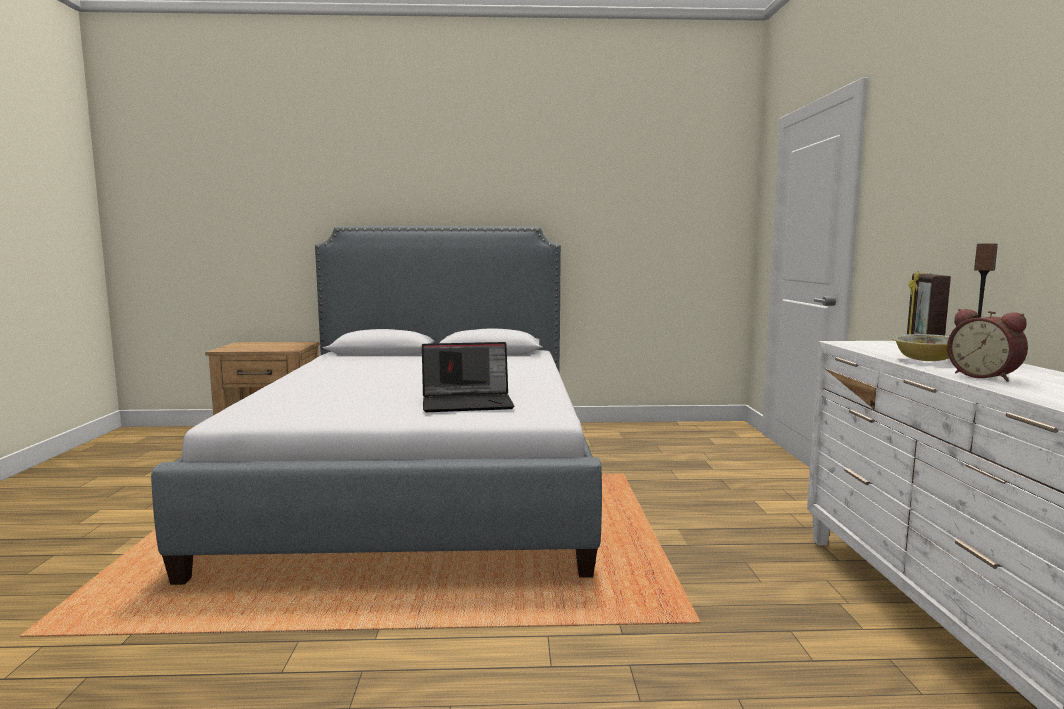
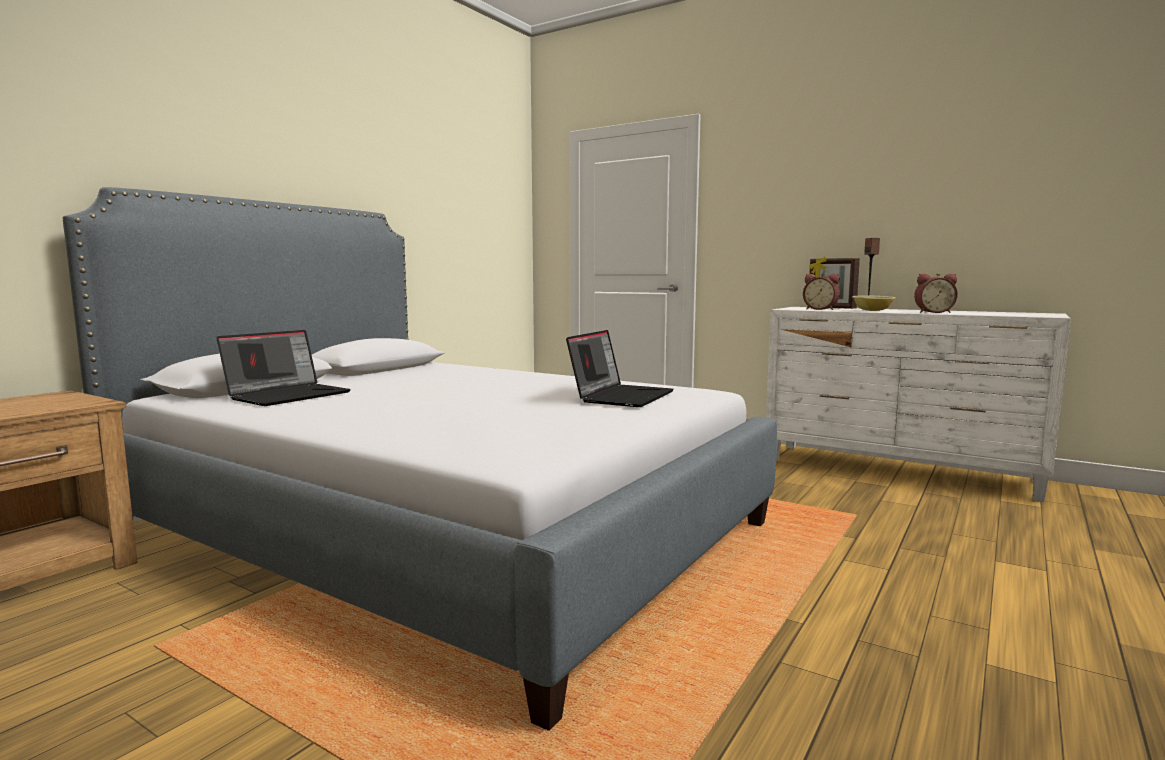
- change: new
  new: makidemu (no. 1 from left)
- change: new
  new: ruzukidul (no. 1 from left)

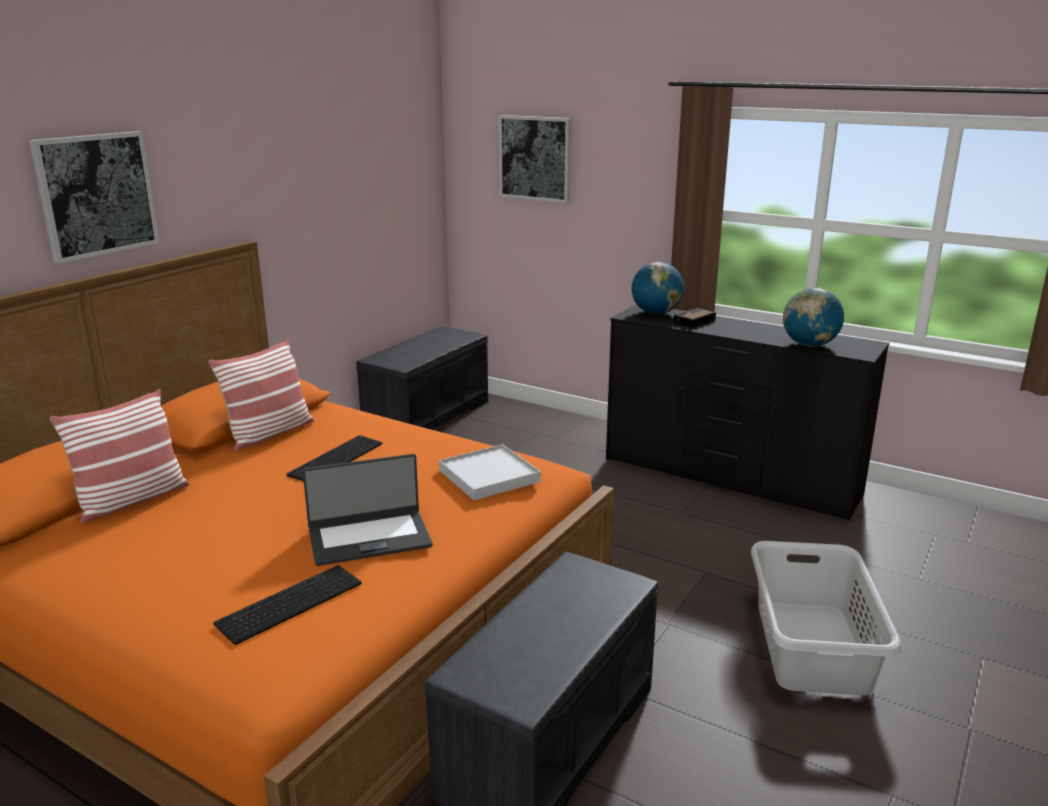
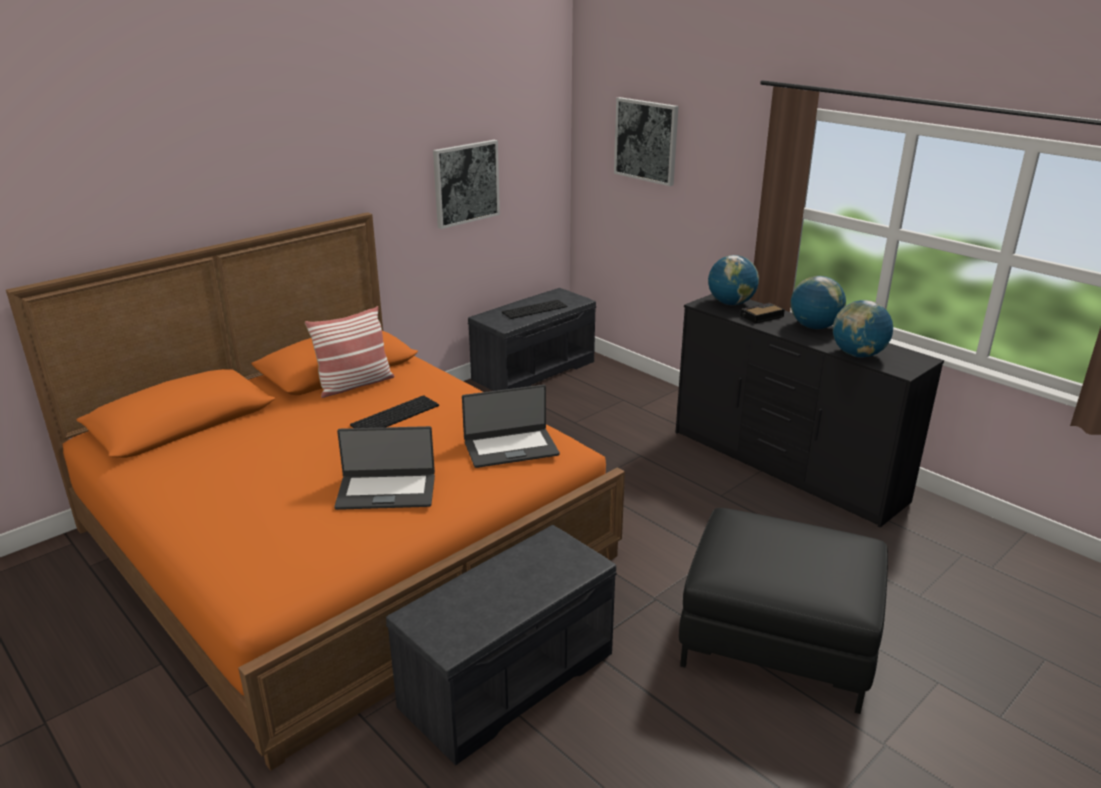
- change: shifted
  old: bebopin (no. 1 from left)
- change: gone
  old: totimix (no. 1 from left)
- change: swapped
  old: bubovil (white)
  new: ruzukidul (no. 2 from left)
- change: swapped
  old: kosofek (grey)
  new: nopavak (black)
- change: shifted
  old: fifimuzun (no. 1 from left in the first image)
  new: fifimuzun (no. 2 from left)
- change: new
  new: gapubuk (no. 2 from left)

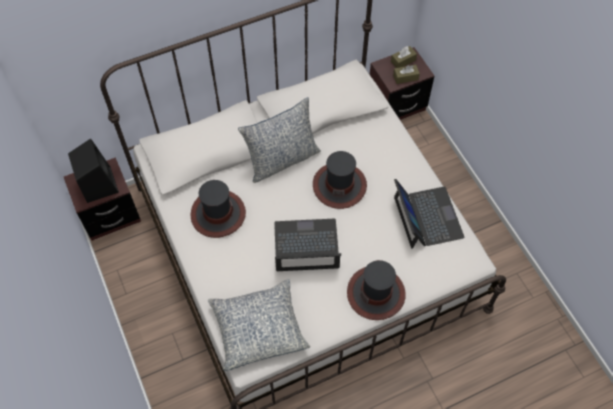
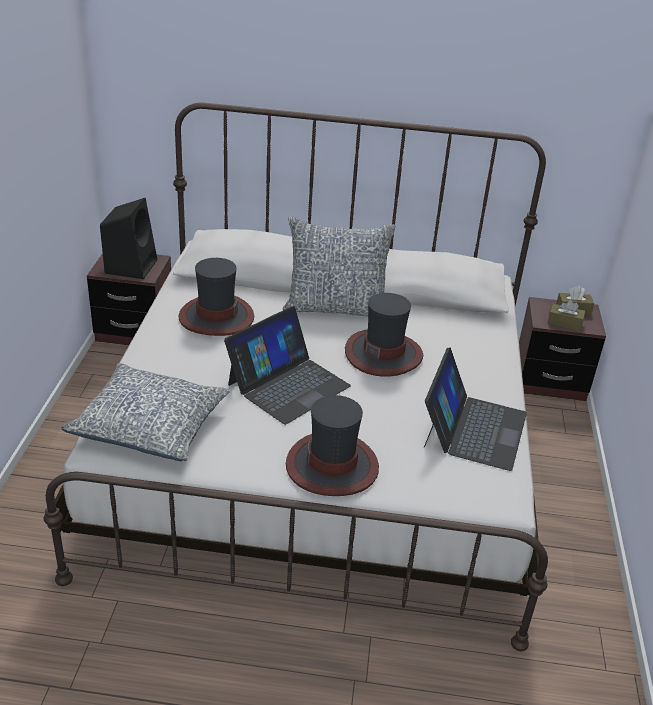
- change: rotated
  old: ruzukidul (no. 1 from left)
  degrees: 105

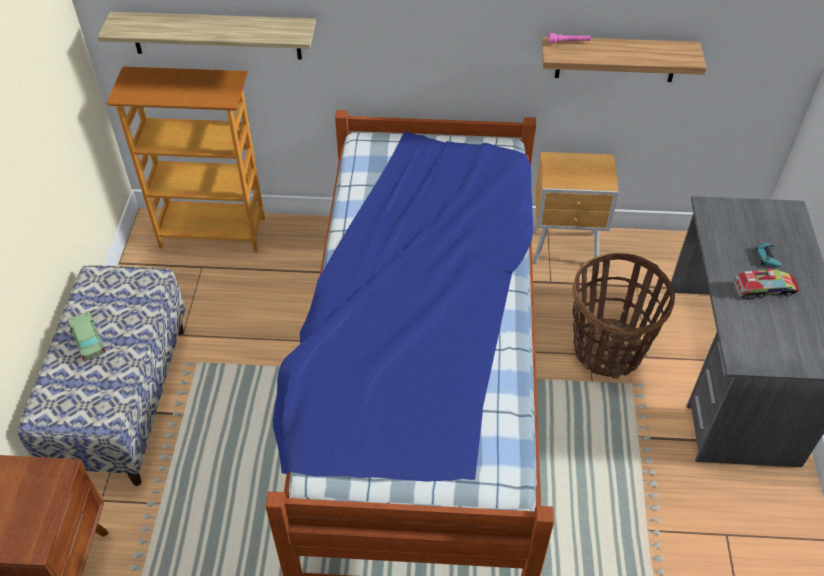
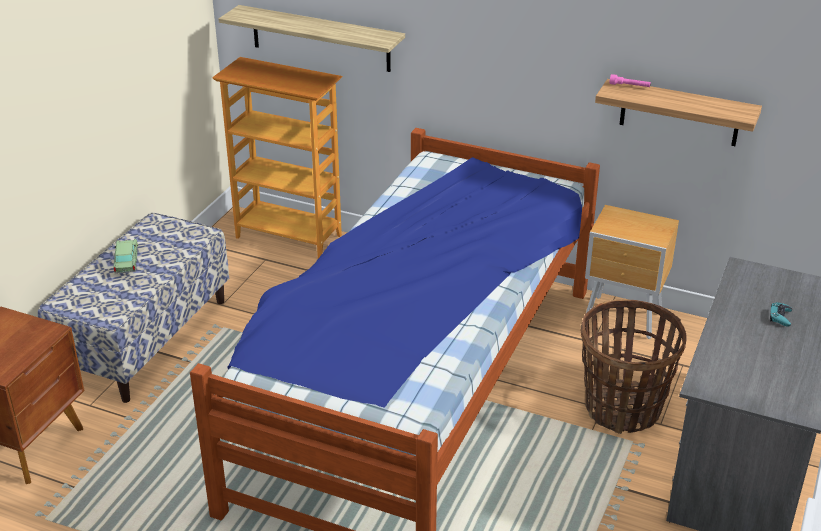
- change: gone
  old: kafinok

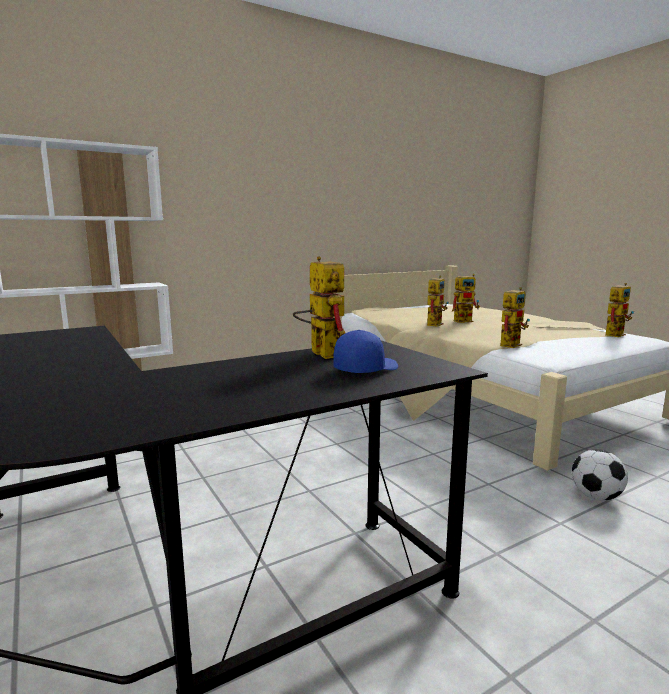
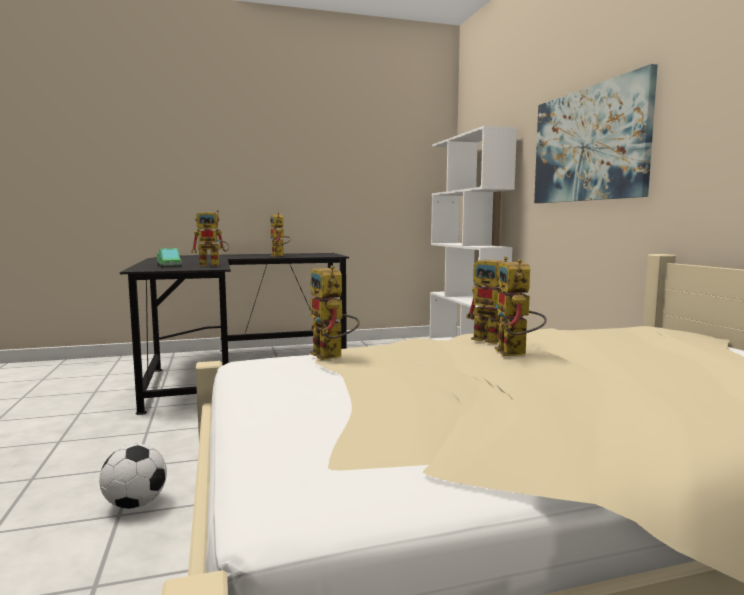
- change: shifted
  old: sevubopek (no. 5 from left in the first image)
  new: sevubopek (no. 2 from left)
- change: swapped
  old: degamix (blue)
  new: kafinok
- change: new
  new: bebopin

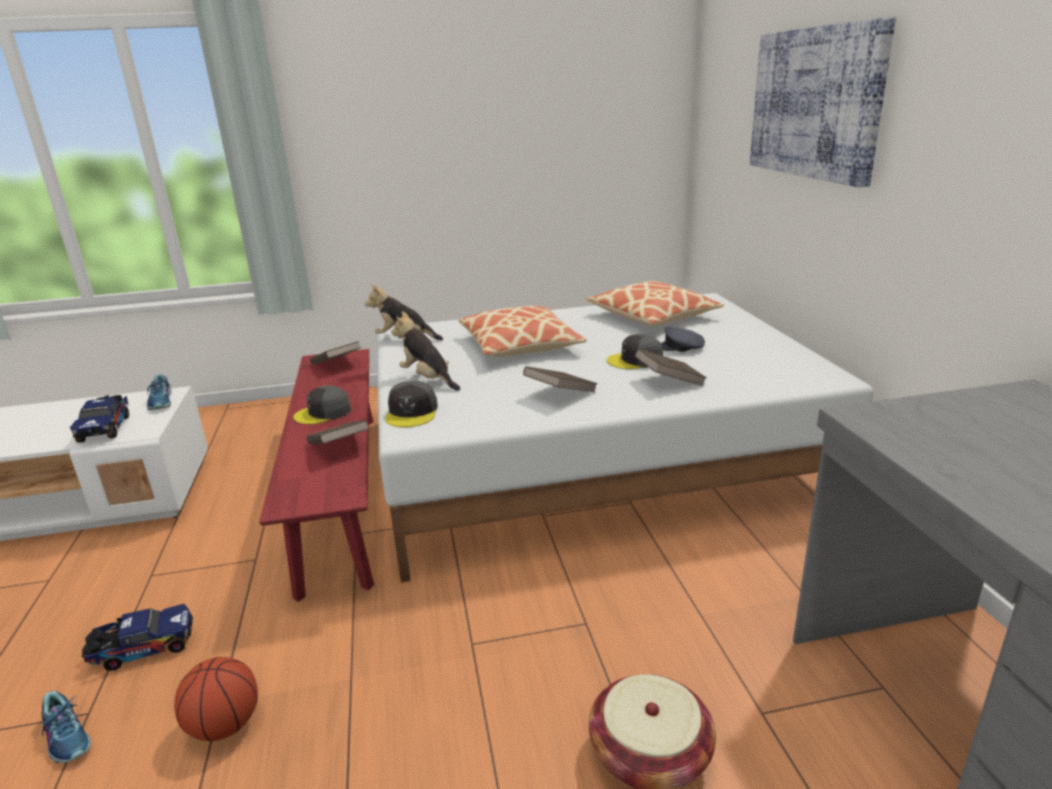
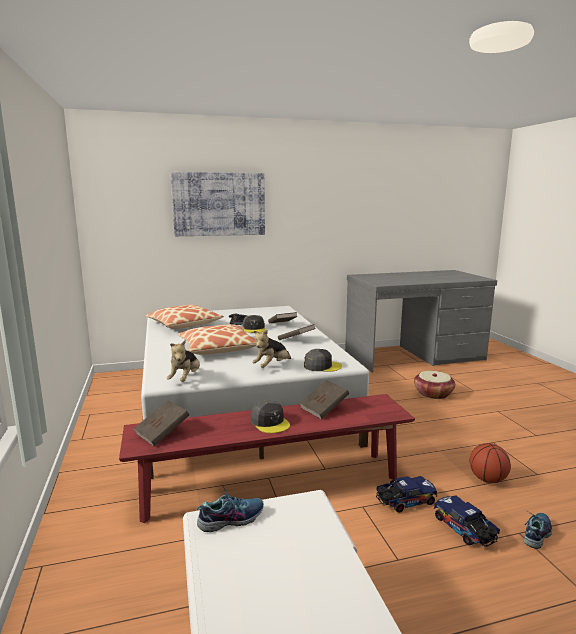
- change: shifted
  old: kafinok (no. 1 from left)

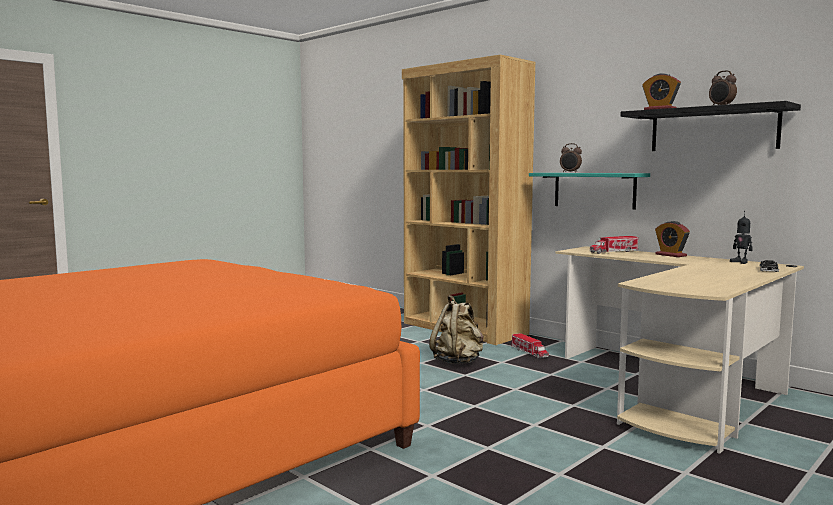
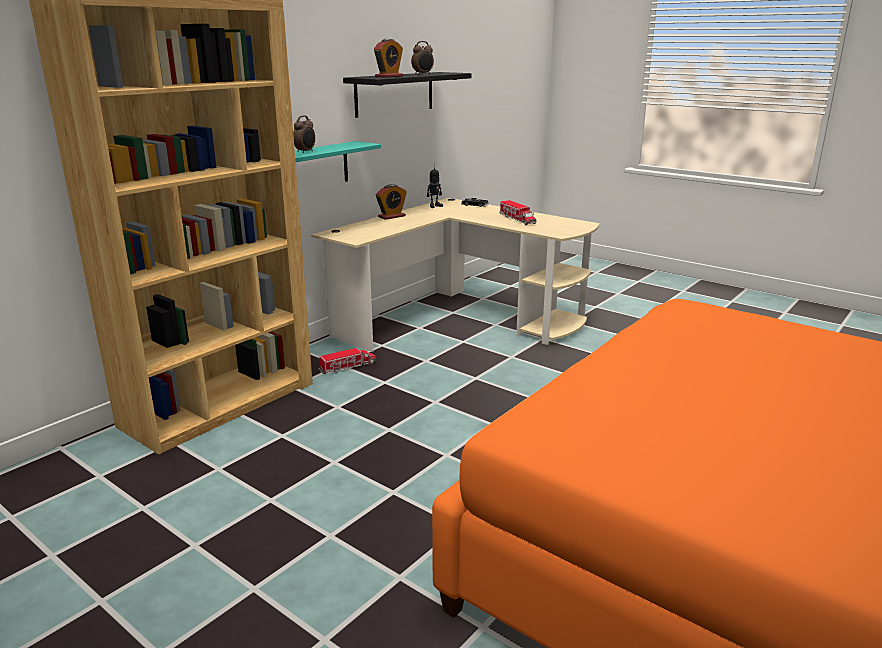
- change: shifted
  old: kafinok (no. 2 from left)
- change: gone
  old: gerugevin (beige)

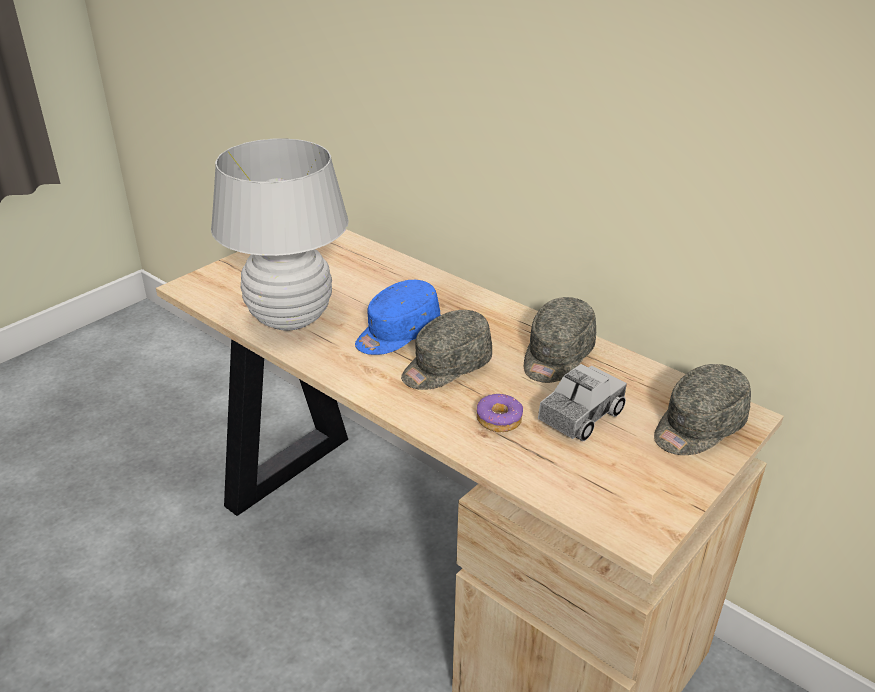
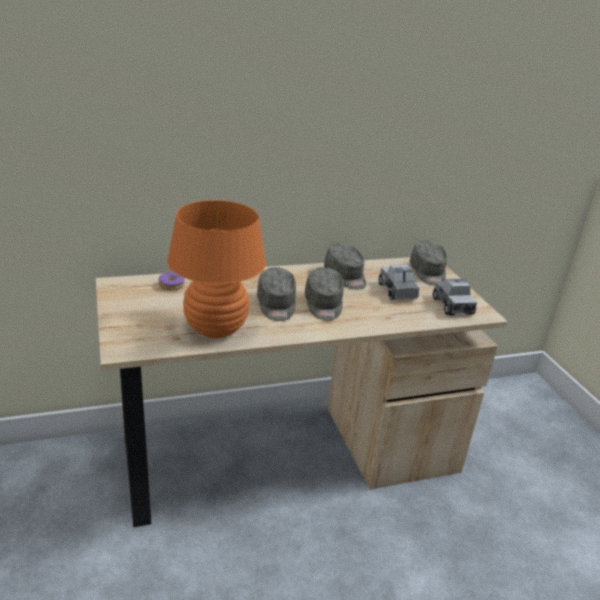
- change: repainted
  old: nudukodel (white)
  new: nudukodel (orange)
- change: repainted
  old: degamix (blue)
  new: degamix (grey) (no. 1 from left)
- change: shifted
  old: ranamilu
- change: new
  new: kafinok (no. 2 from left)

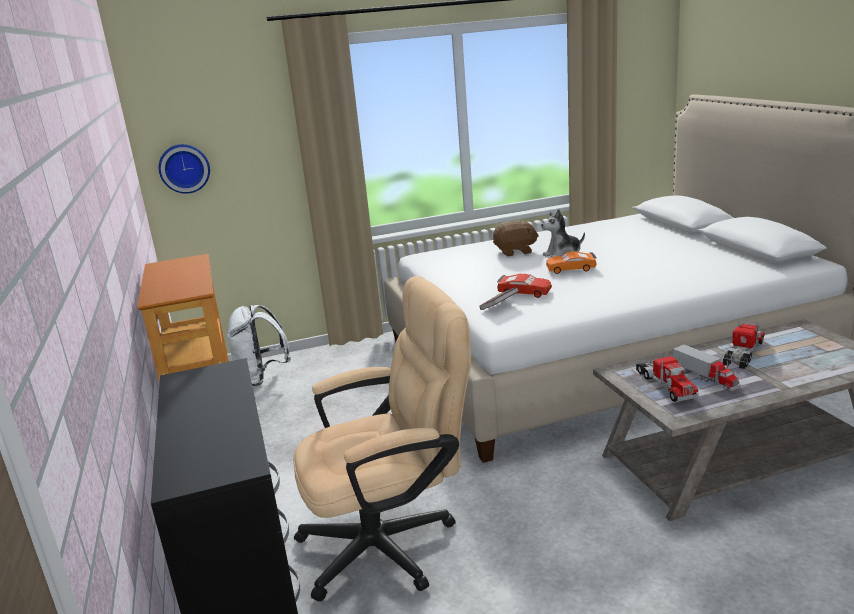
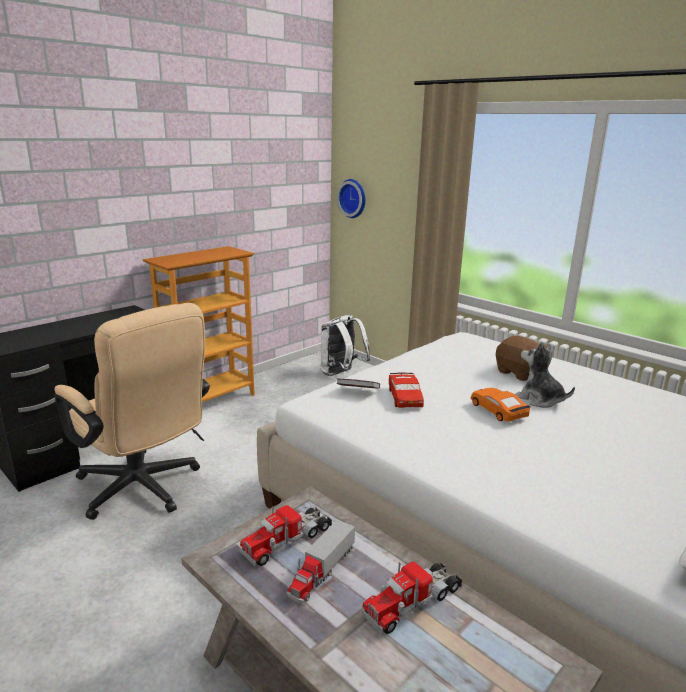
- change: rotated
  old: kafinok (no. 3 from left)
  degrees: 135

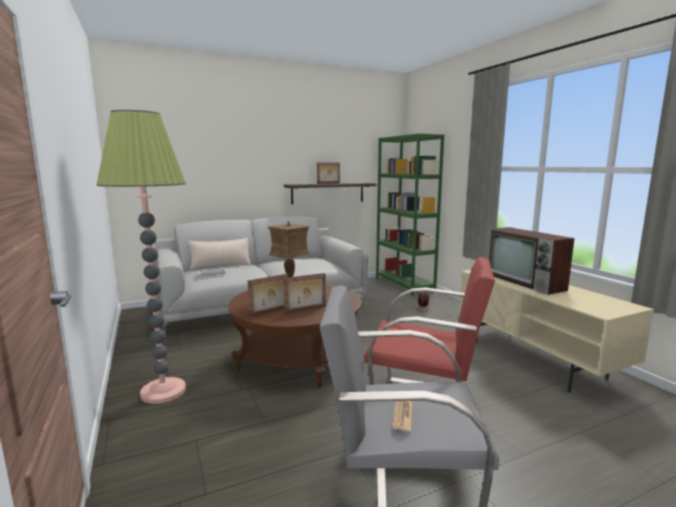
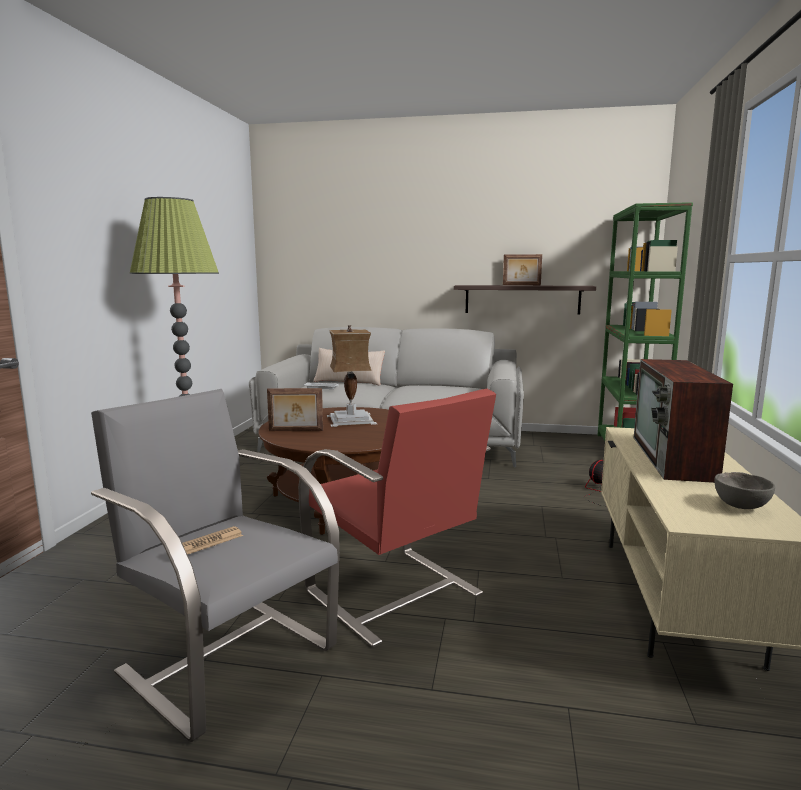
- change: gone
  old: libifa (no. 2 from left)
- change: new
  new: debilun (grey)

